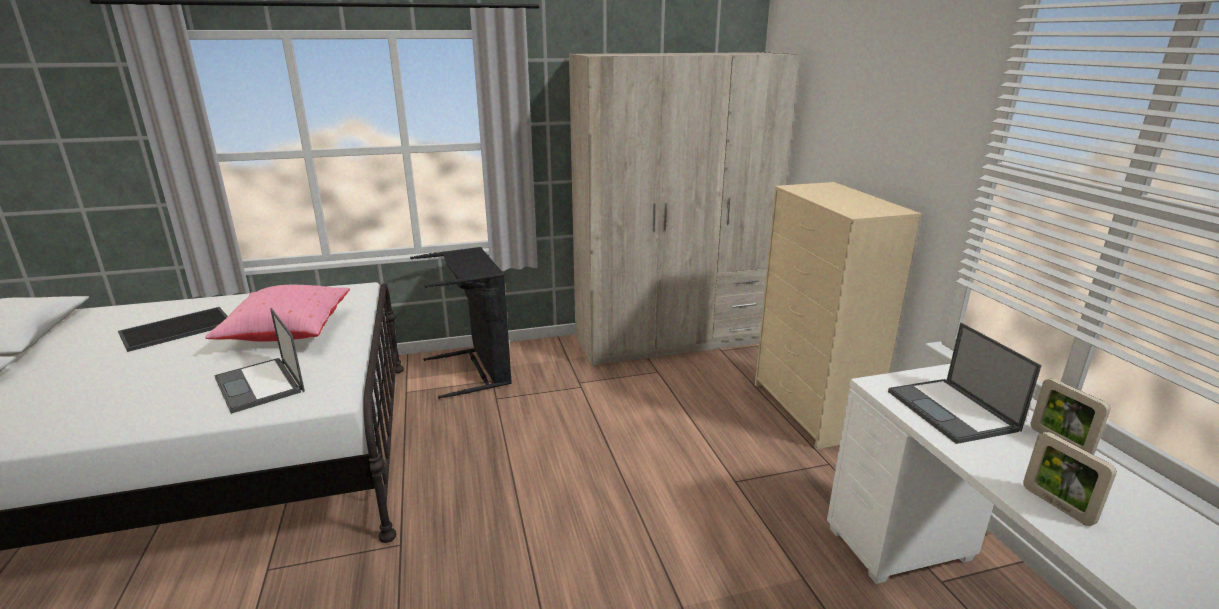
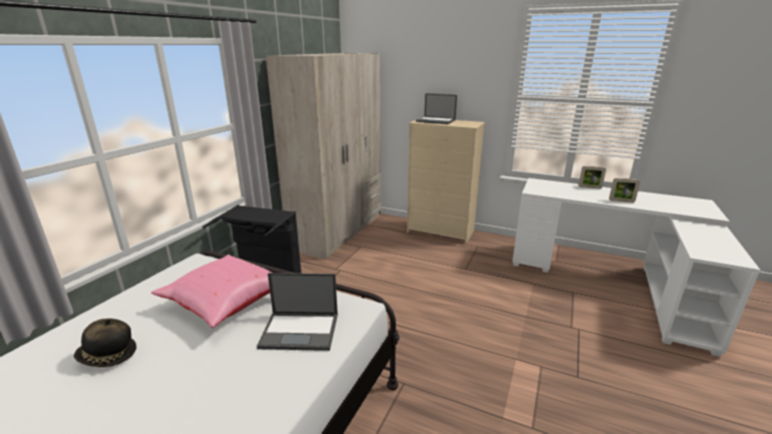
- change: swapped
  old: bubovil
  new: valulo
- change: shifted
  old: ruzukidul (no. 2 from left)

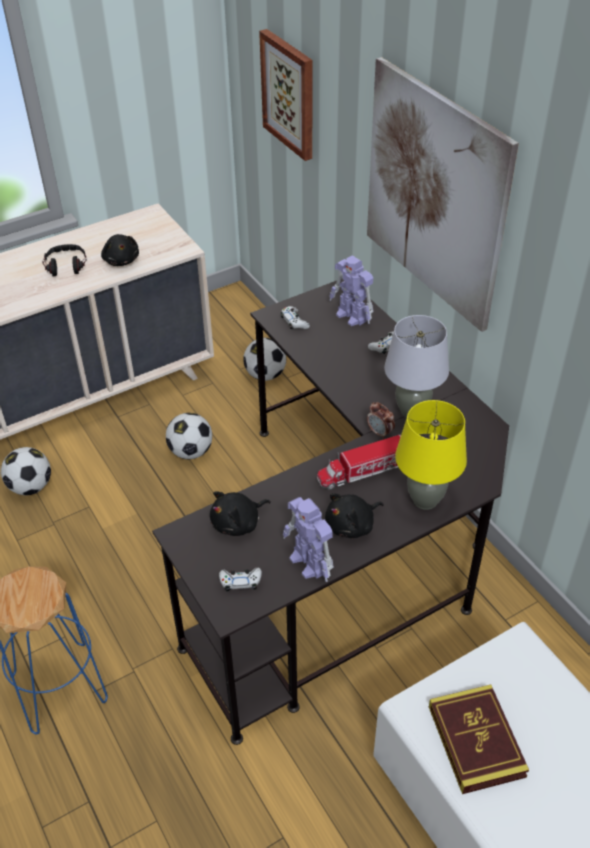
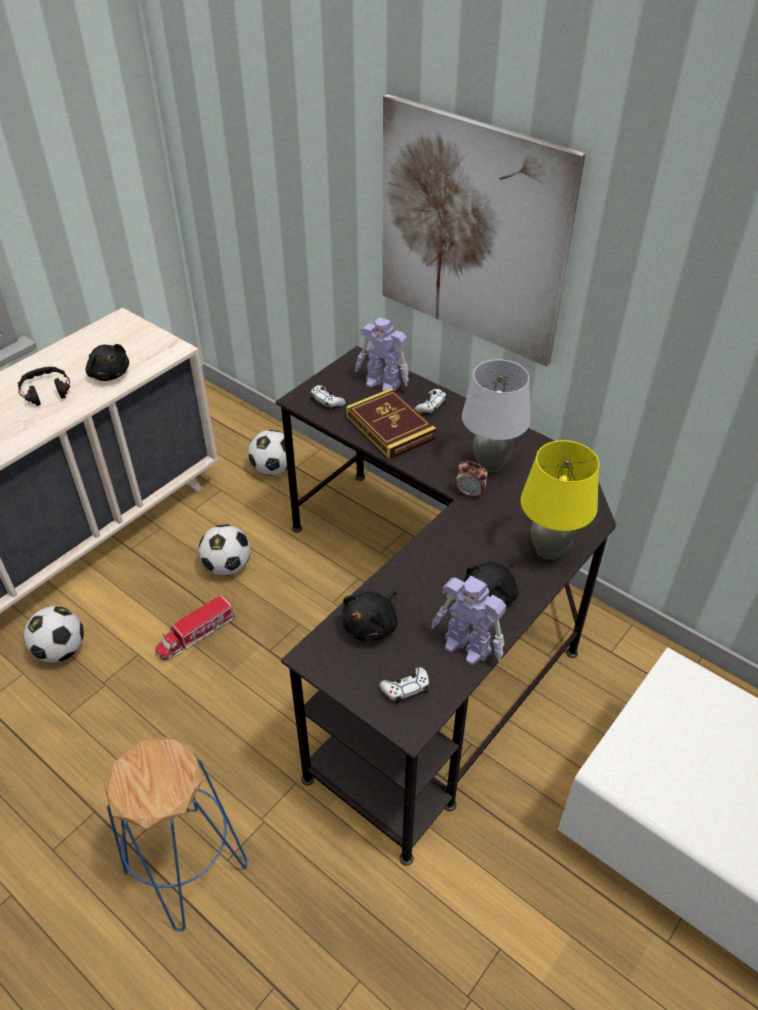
- change: gone
  old: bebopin (no. 1 from left)
- change: shifted
  old: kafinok
- change: shifted
  old: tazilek

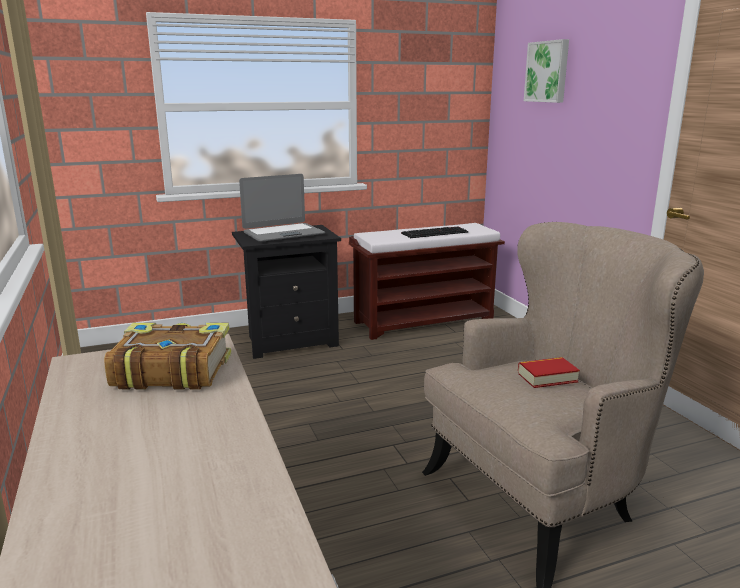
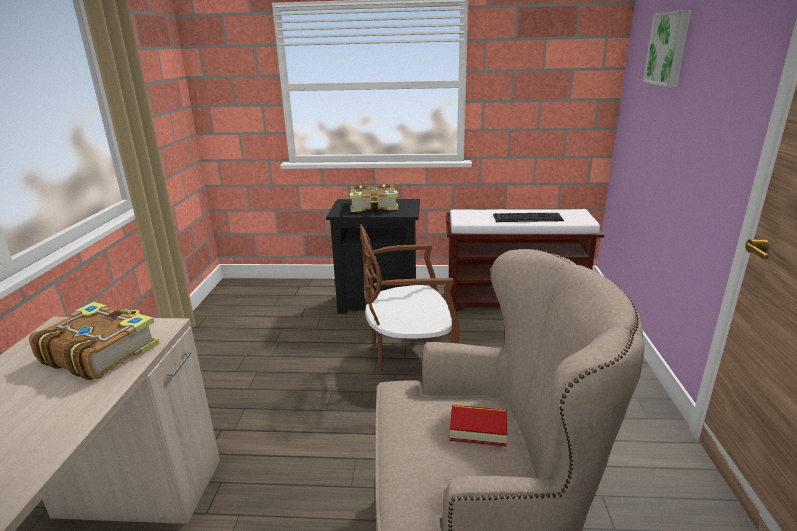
- change: swapped
  old: ruzukidul
  new: tazilek (no. 2 from left)
- change: new
  new: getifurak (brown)

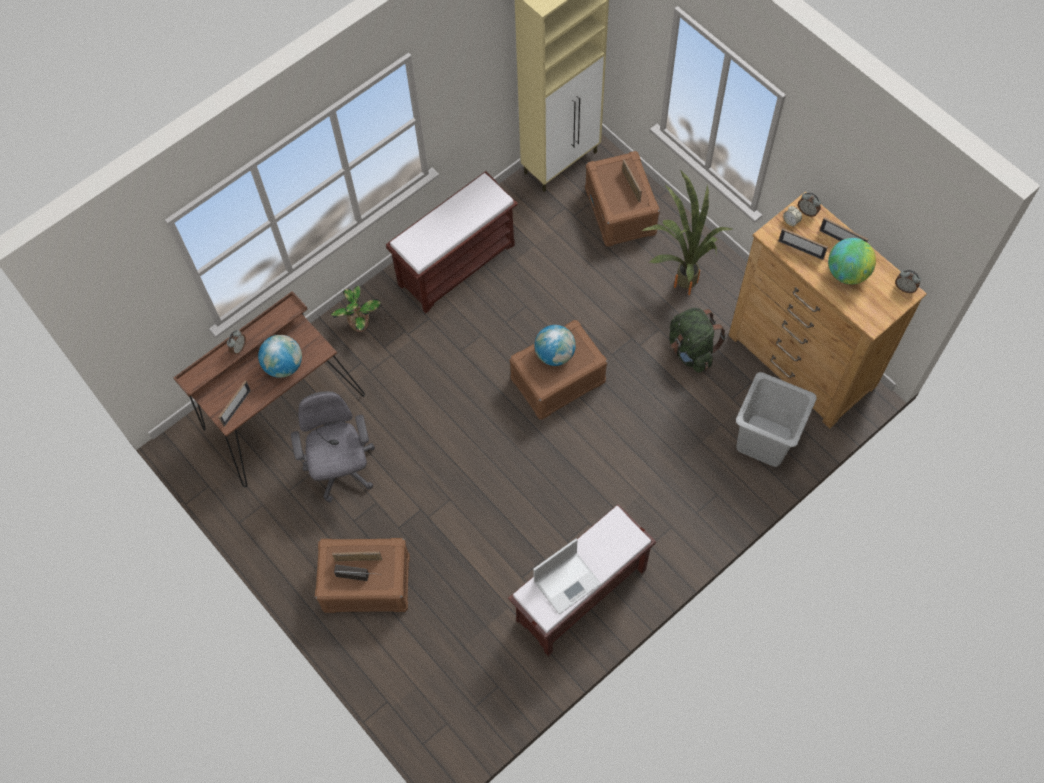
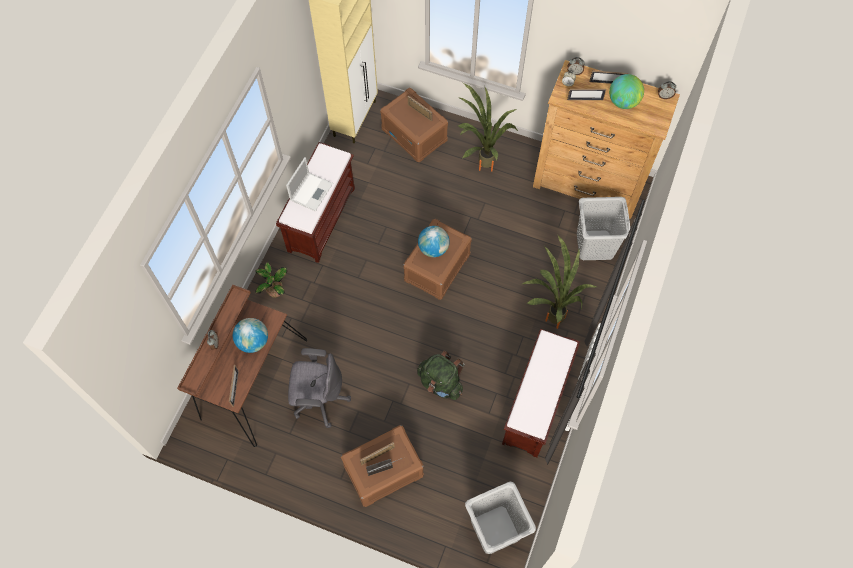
- change: shifted
  old: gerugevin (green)
- change: rotated
  old: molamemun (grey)
  degrees: 135
- change: shifted
  old: ruzukidul
- change: new
  new: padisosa (no. 3 from left)
- change: new
  new: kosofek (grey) (no. 1 from left)

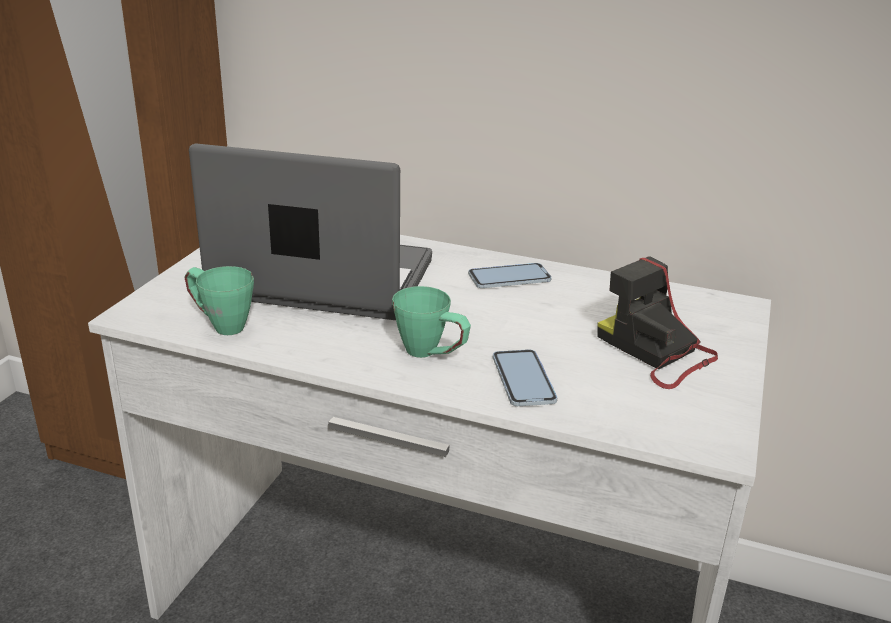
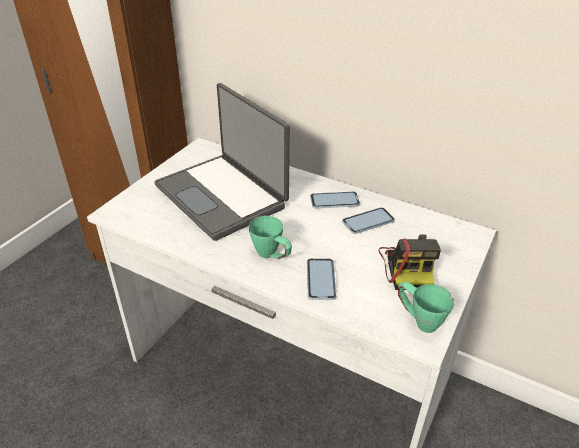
- change: rotated
  old: ruzukidul
  degrees: -150
- change: rotated
  old: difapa
  degrees: -150
- change: shifted
  old: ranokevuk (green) (no. 1 from left in the first image)
  new: ranokevuk (green) (no. 2 from left)
- change: new
  new: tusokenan (no. 3 from left)

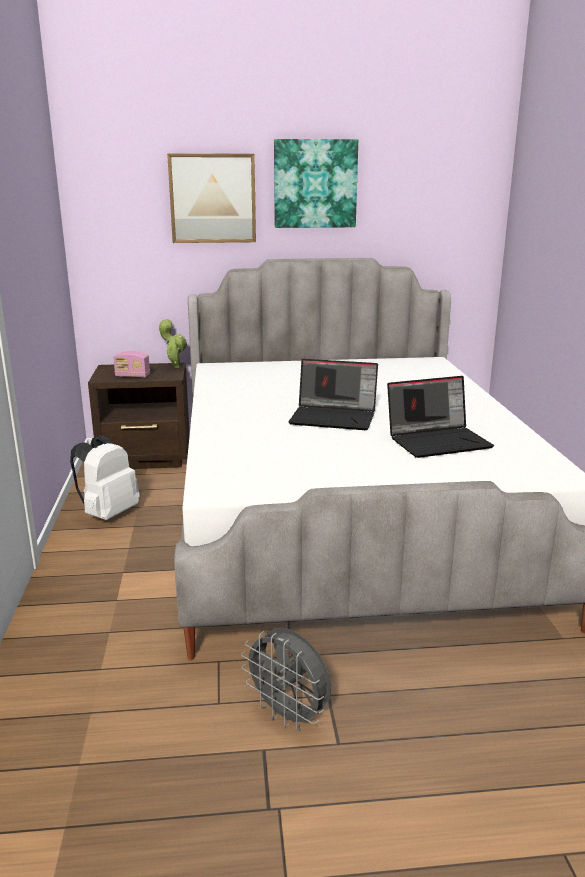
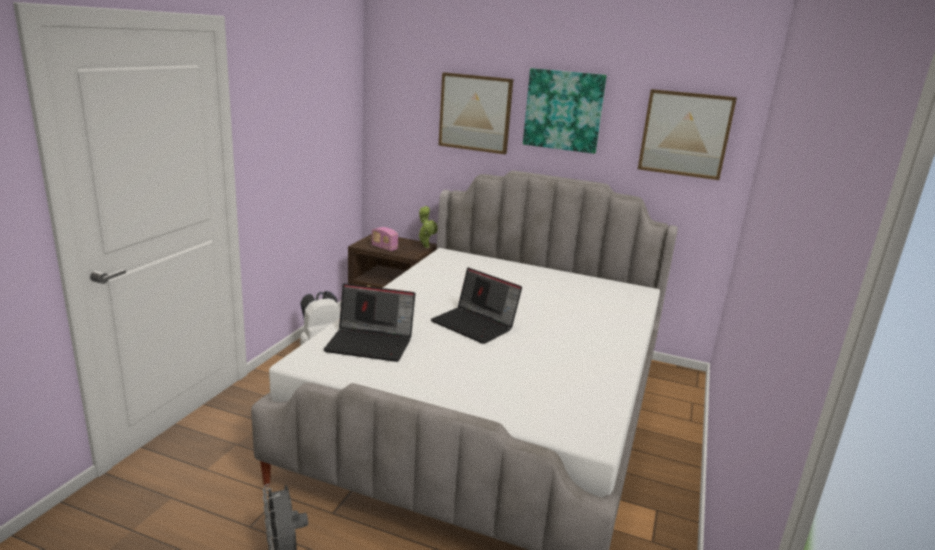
- change: shifted
  old: ruzukidul (no. 2 from left in the first image)
  new: ruzukidul (no. 1 from left)
- change: new
  new: bebopin (no. 3 from left)

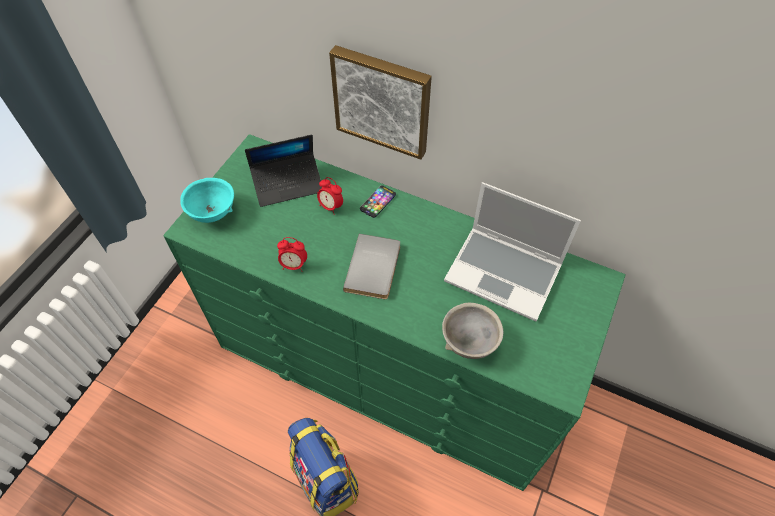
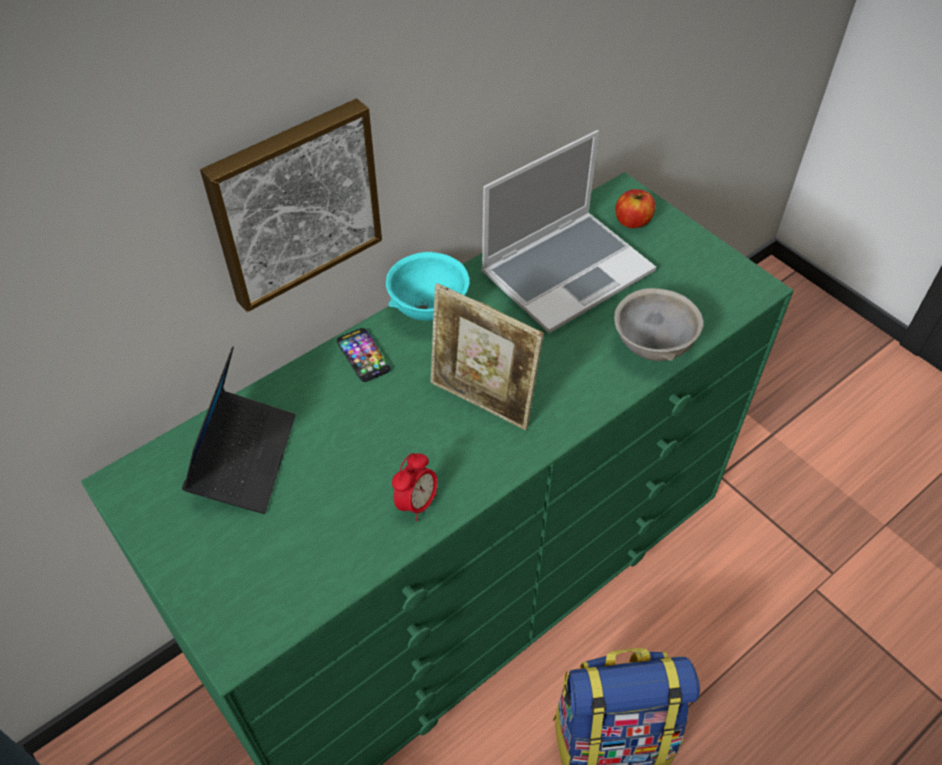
- change: gone
  old: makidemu (no. 2 from left)
- change: shifted
  old: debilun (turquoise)
- change: swapped
  old: tazilek (grey)
  new: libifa
- change: new
  new: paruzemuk

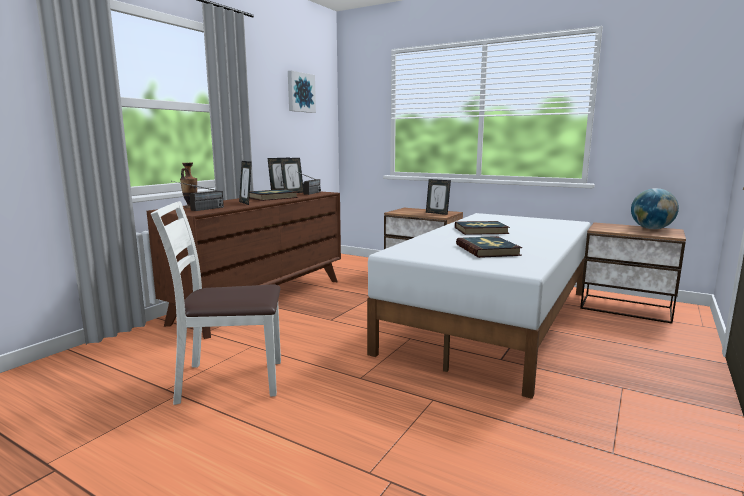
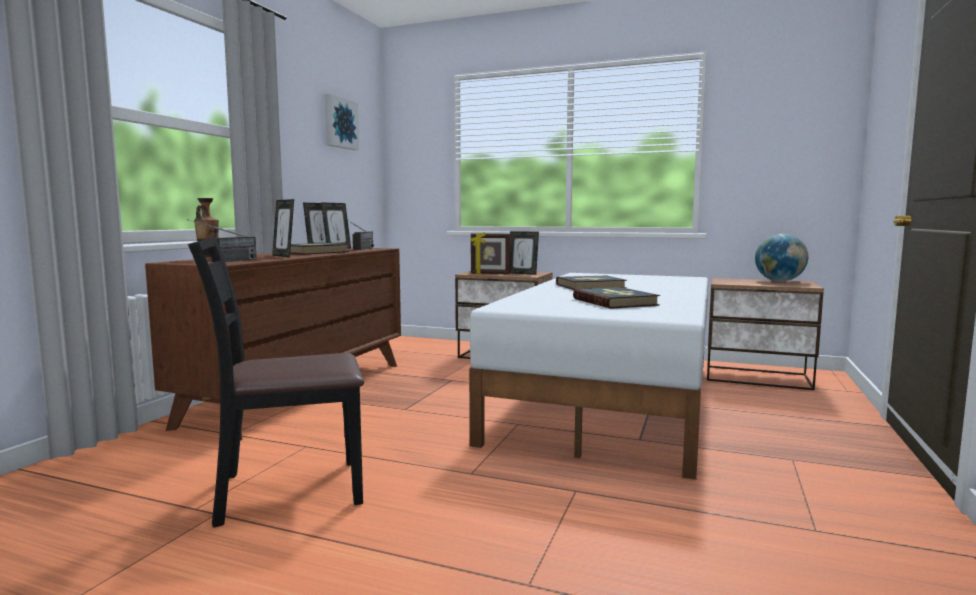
- change: repainted
  old: getifurak (white)
  new: getifurak (black)
- change: new
  new: libifa (no. 4 from left)

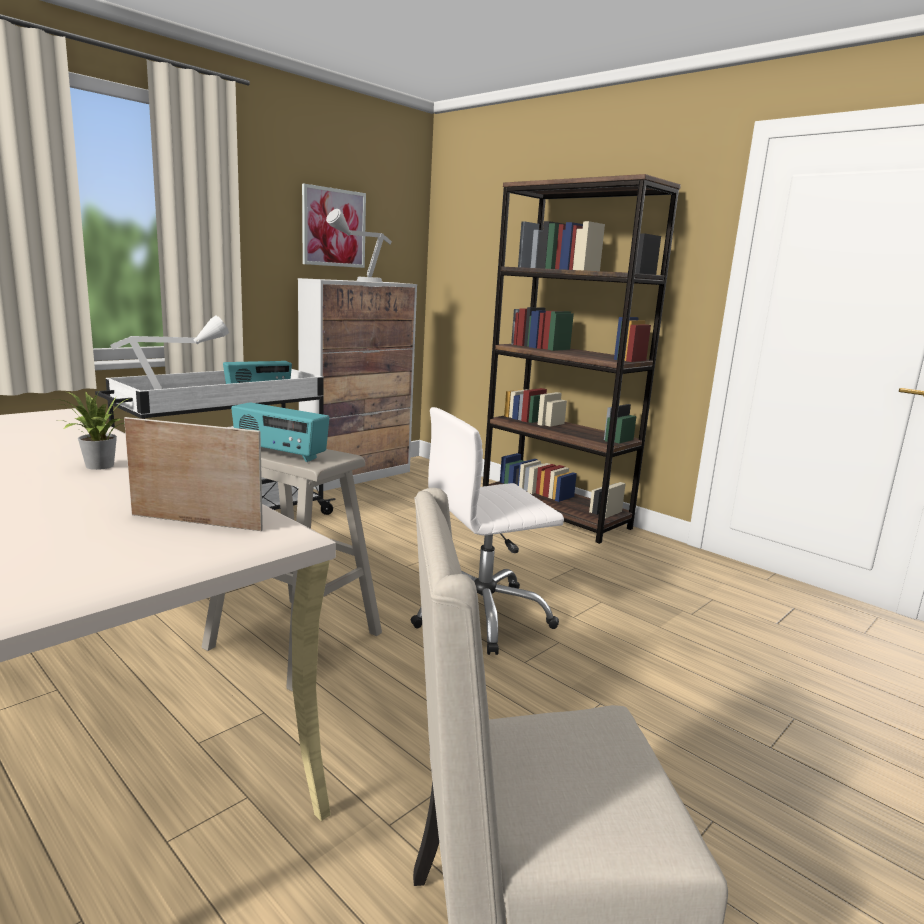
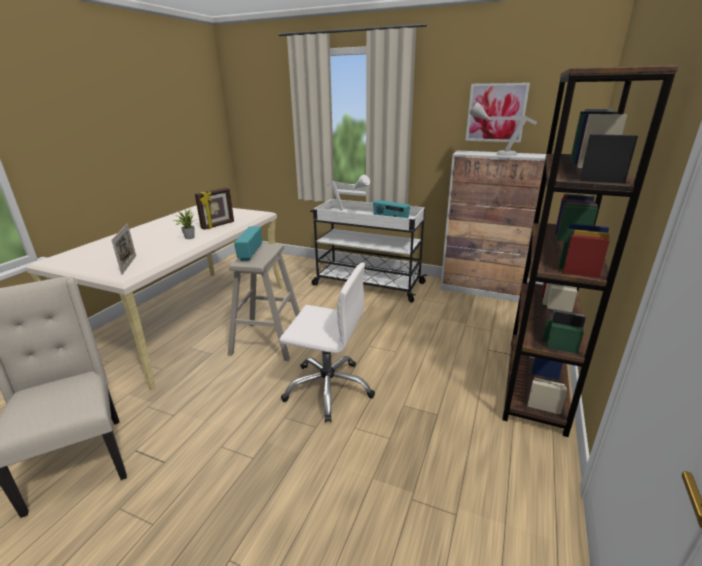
- change: rotated
  old: molamemun (white)
  degrees: 150
- change: new
  new: libifa (no. 2 from left)

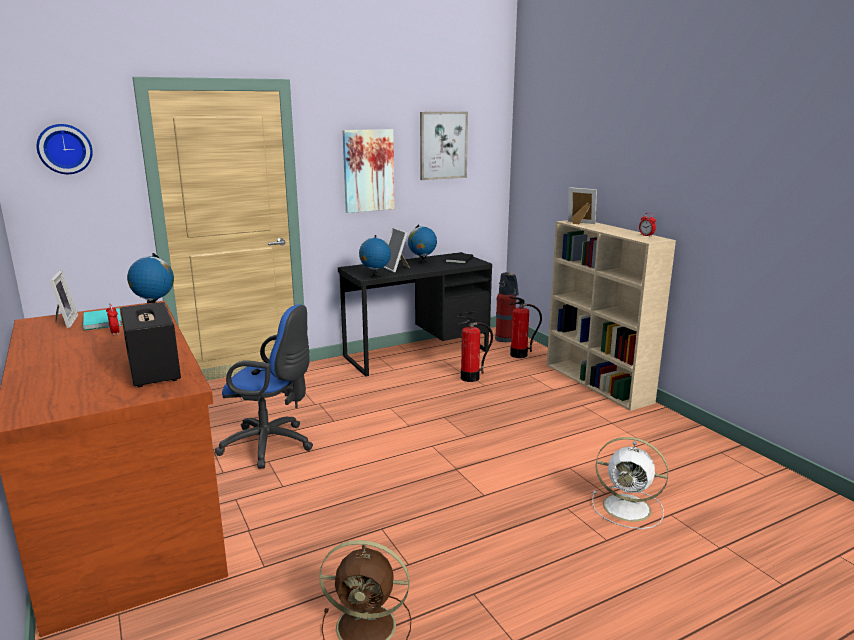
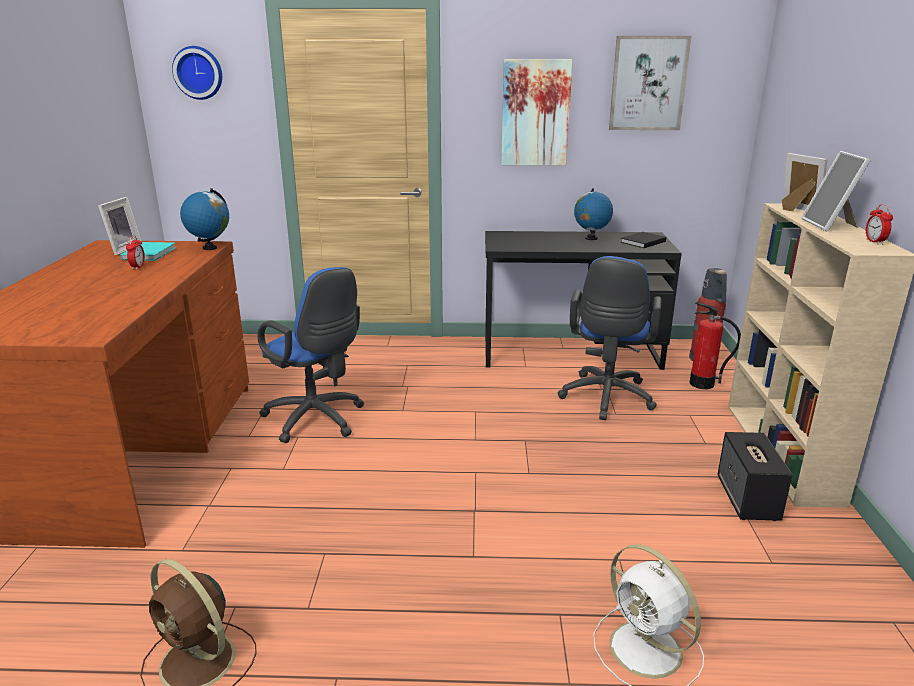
- change: shifted
  old: libifa (no. 2 from left in the first image)
  new: libifa (no. 3 from left)
- change: gone
  old: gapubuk (no. 2 from left)
- change: shifted
  old: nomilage
- change: swapped
  old: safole (no. 1 from left)
  new: molamemun (blue) (no. 2 from left)

